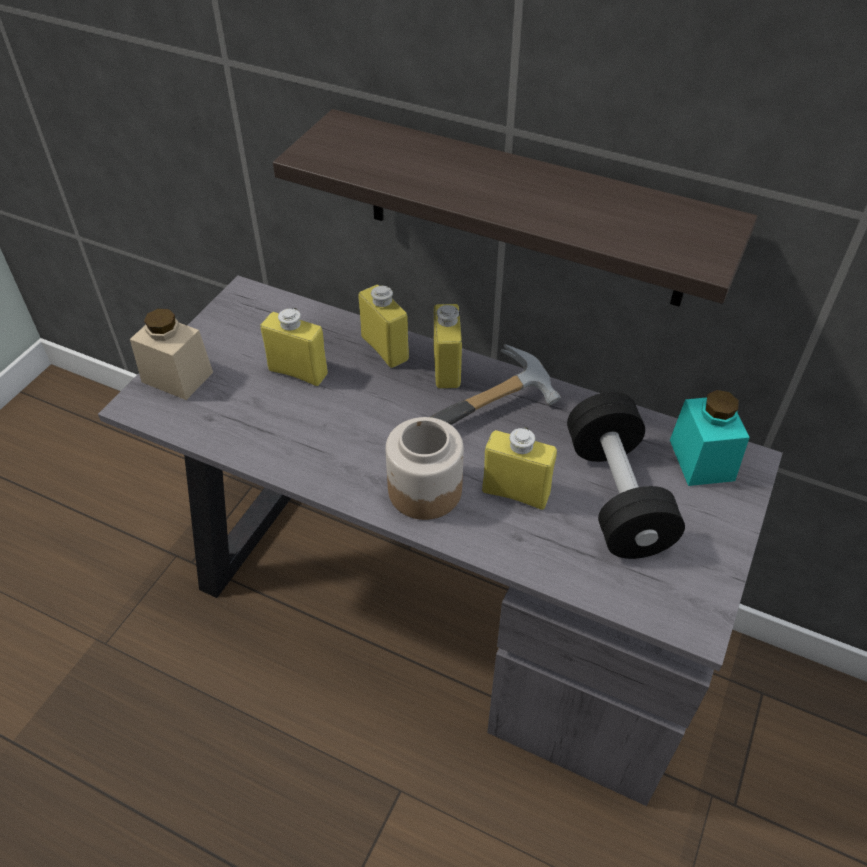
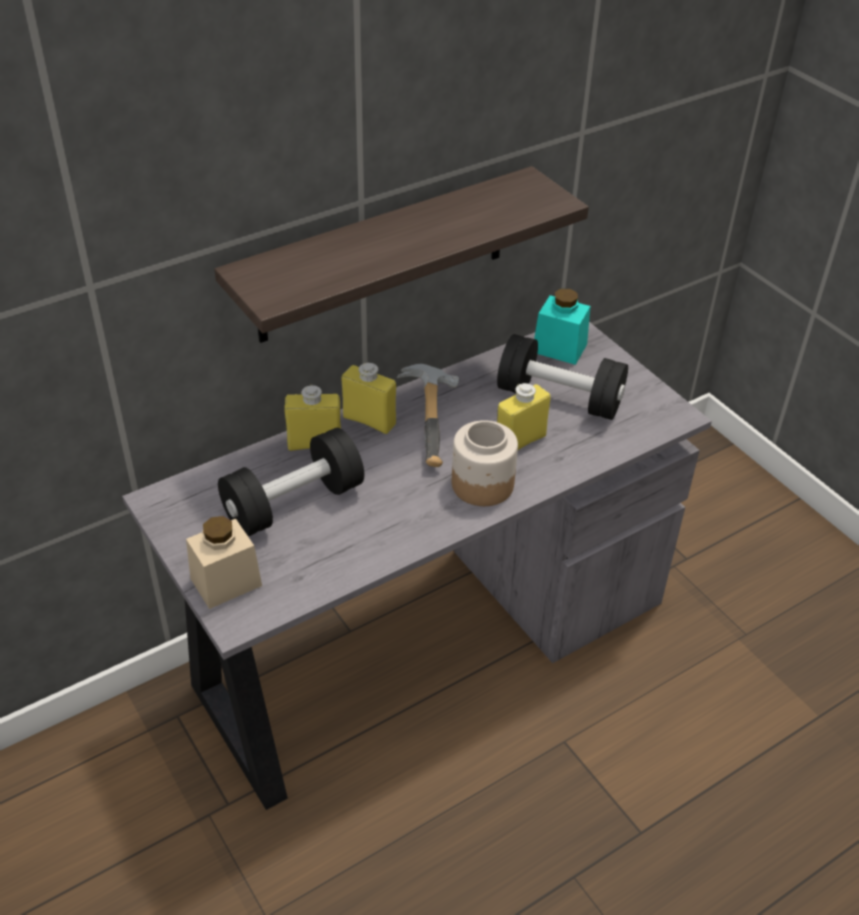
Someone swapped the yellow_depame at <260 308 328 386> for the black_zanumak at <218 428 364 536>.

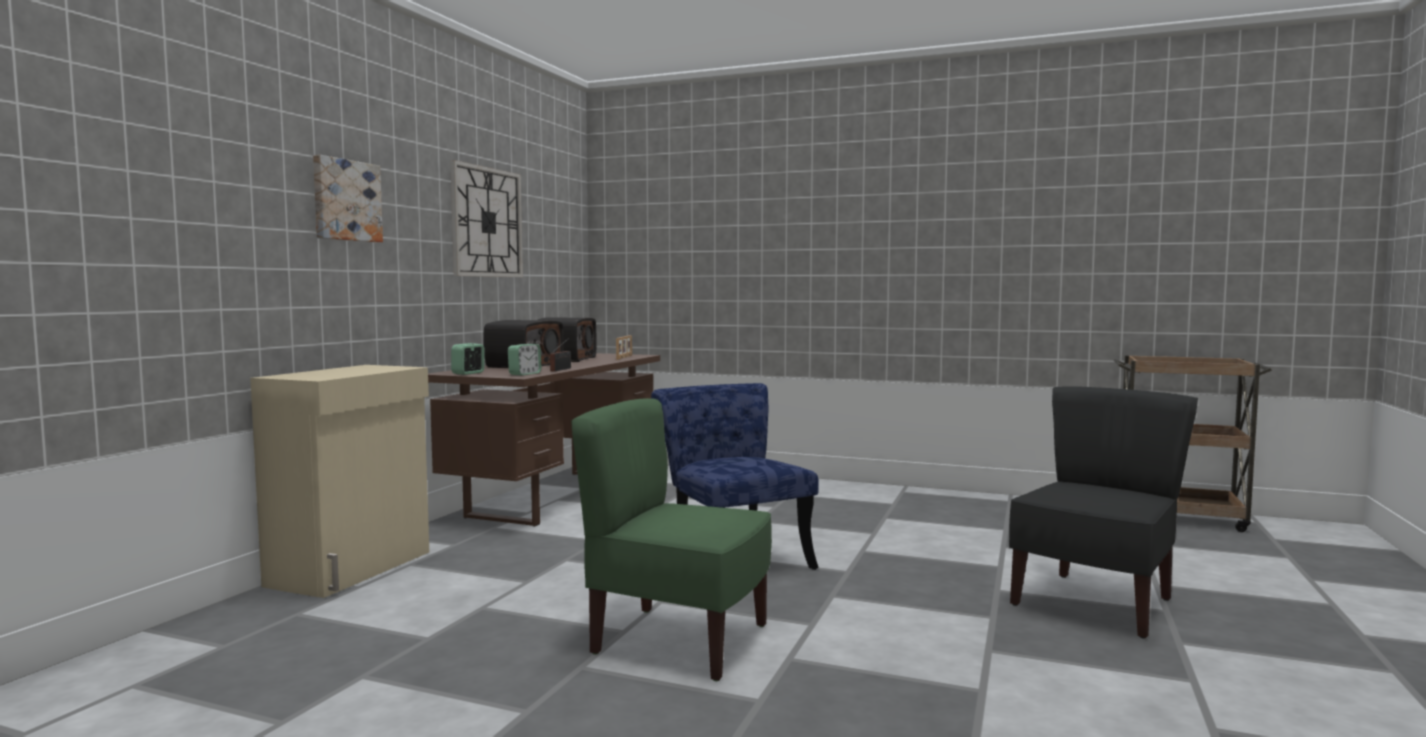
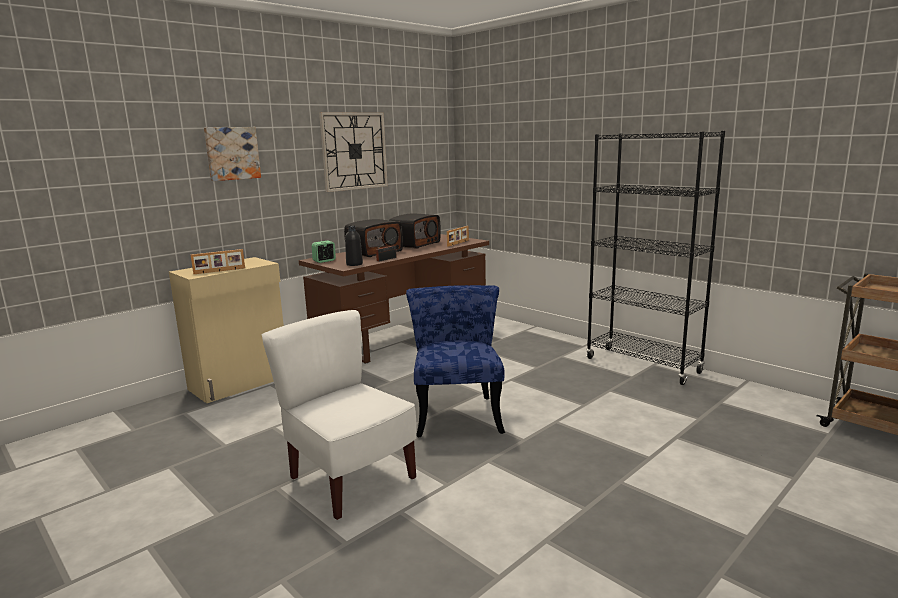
Someone put down the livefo at <191 249 245 274>.
Someone repainted the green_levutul at <571 398 772 681>, which became the white_levutul at <262 310 417 520>.
Someone swapped the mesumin at <508 344 541 375> for the black_depame at <345 226 363 266>.
Someone put down the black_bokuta at <586 131 725 385>.
Someone took away the black_levutul at <1009 387 1198 639>.

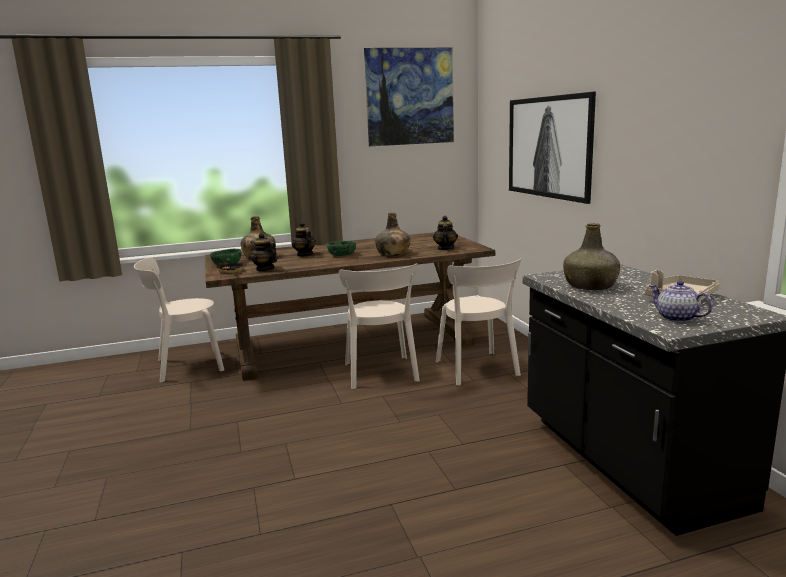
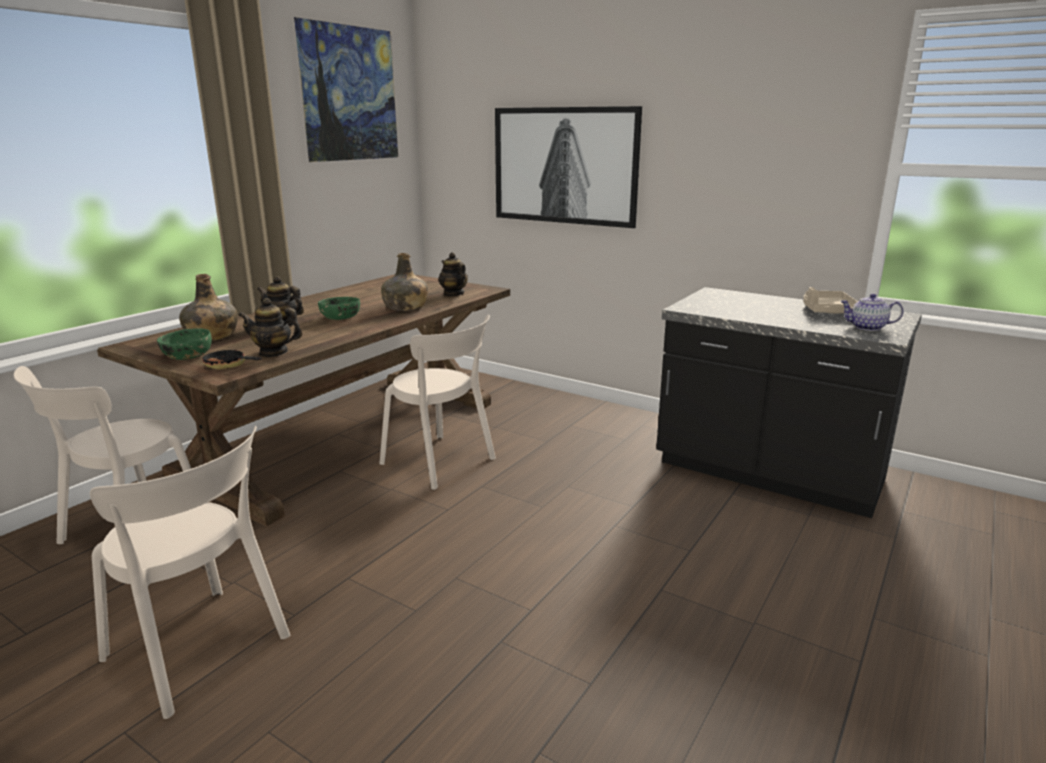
Someone carried the beige_levutul from <436 258 522 386> to <90 426 290 719>.
Someone took away the green_depame at <563 223 620 290>.

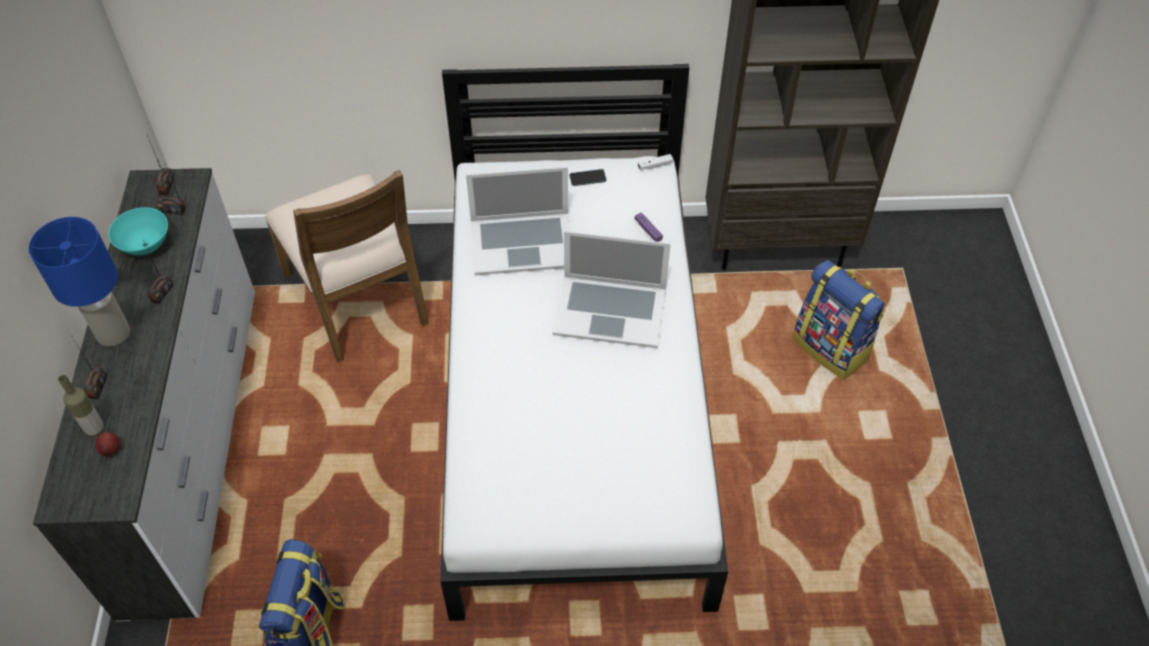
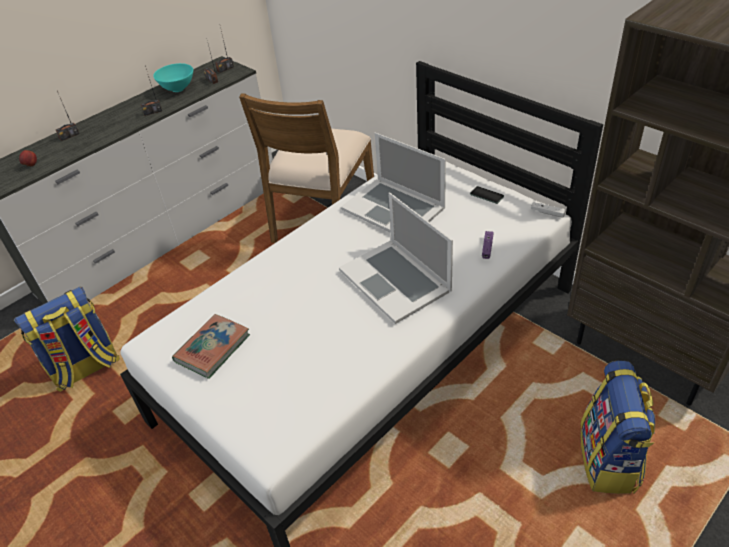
Someone put down the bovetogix at <172 314 250 379>.
Someone took away the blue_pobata at <29 217 130 347>.
Someone took away the depame at <58 375 104 437>.

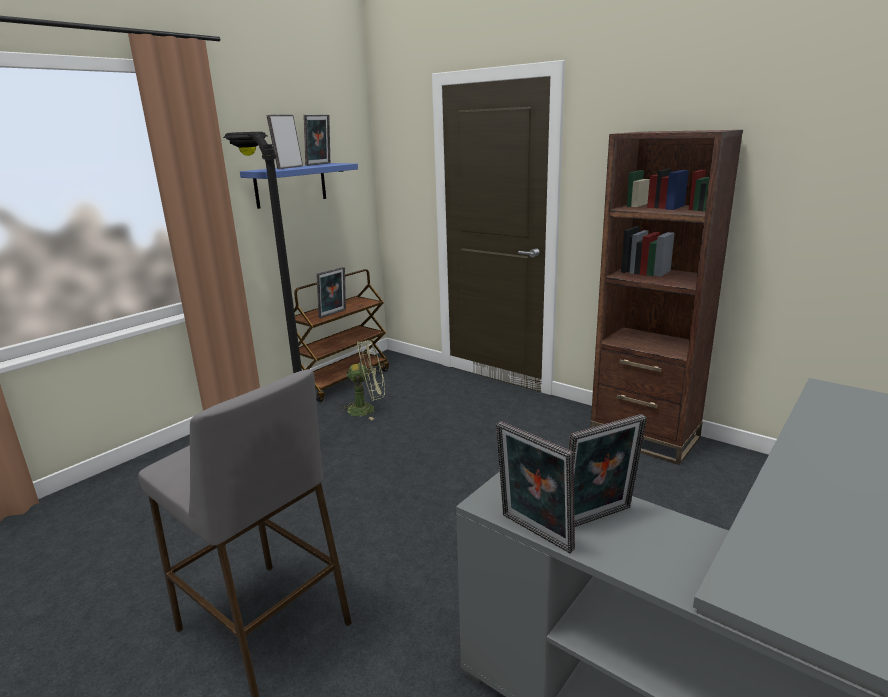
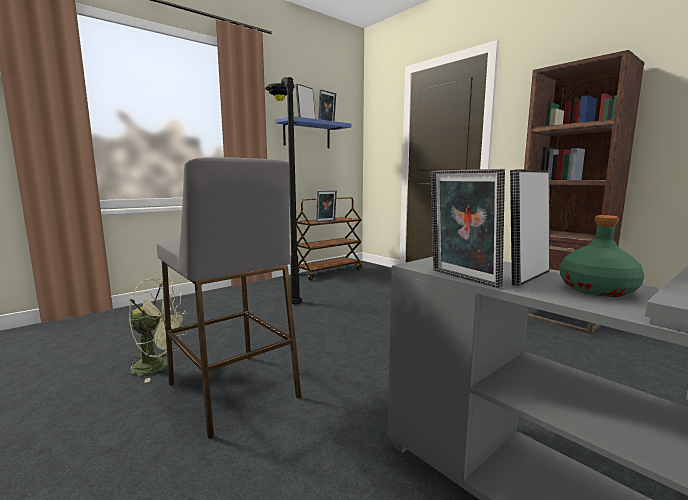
Someone carried the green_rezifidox from <339 340 385 420> to <128 278 188 383>.
Someone rotated the livefo at <568 414 647 527> by 150 degrees clockwise.
Someone put down the green_depame at <560 215 644 297>.

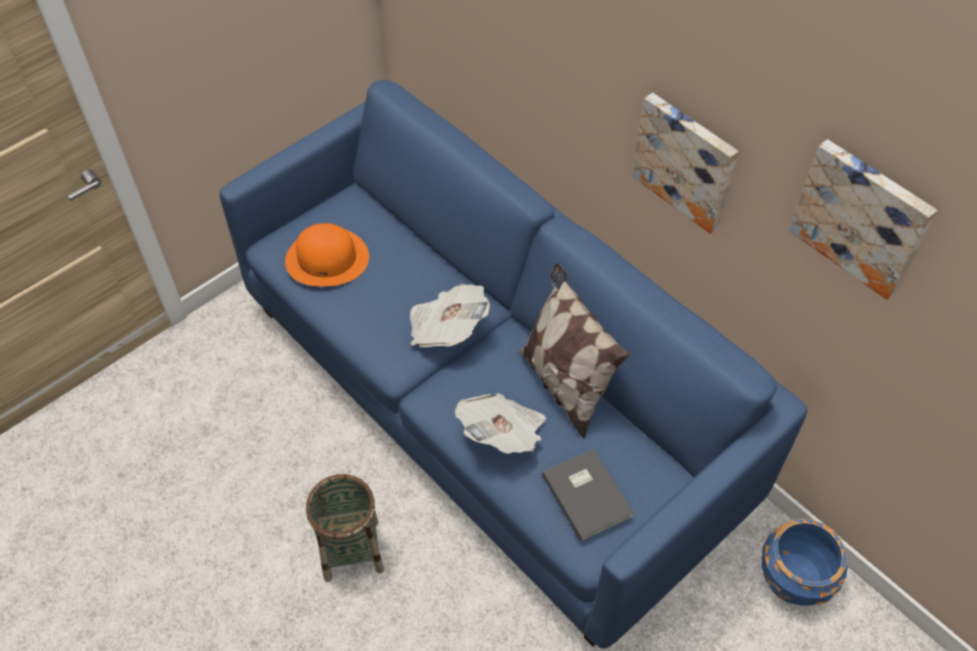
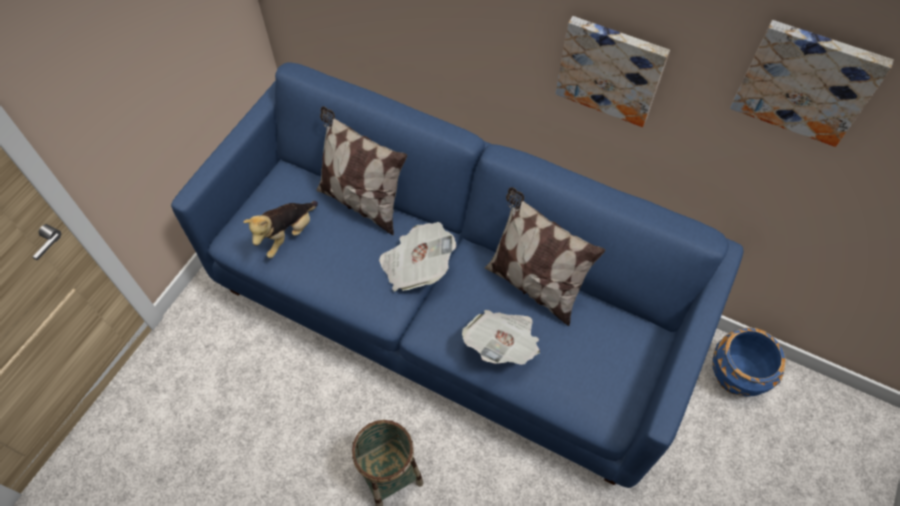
Someone swapped the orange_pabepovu at <285 223 369 287> for the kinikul at <243 201 318 258>.
Someone put down the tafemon at <316 106 407 236>.
Someone took away the grey_bovetogix at <542 449 634 542>.

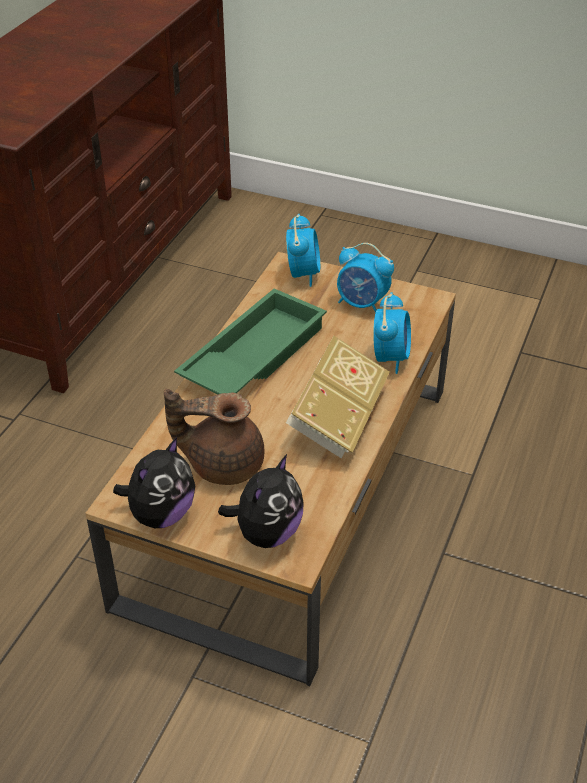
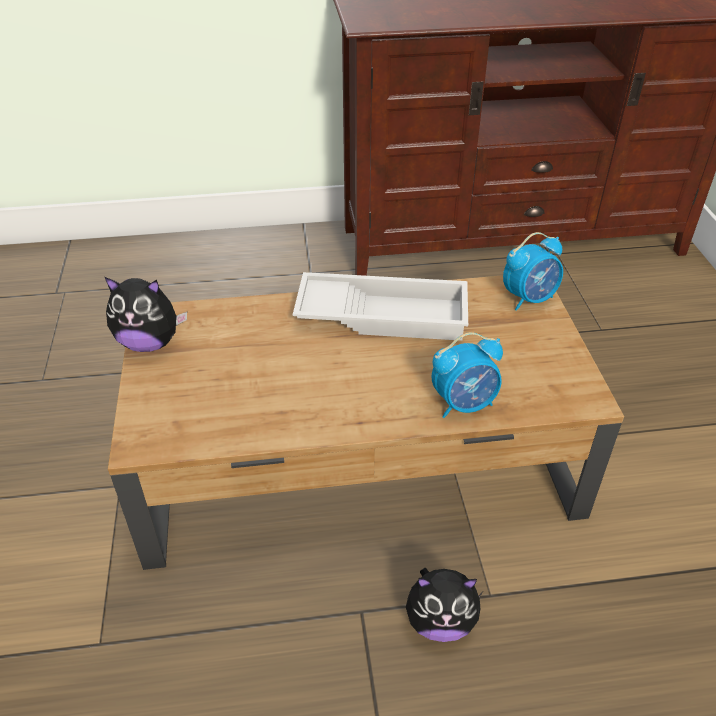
Someone repainted the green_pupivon at <174 289 327 395>, which became the white_pupivon at <293 272 468 341>.
Someone carried the kinikul from <218 454 304 548> to <406 568 483 642>.
Someone took away the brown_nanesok at <164 389 265 485>.
Someone took away the bovetogix at <286 336 389 458>.
Someone took away the mesumin at <337 243 394 313>.

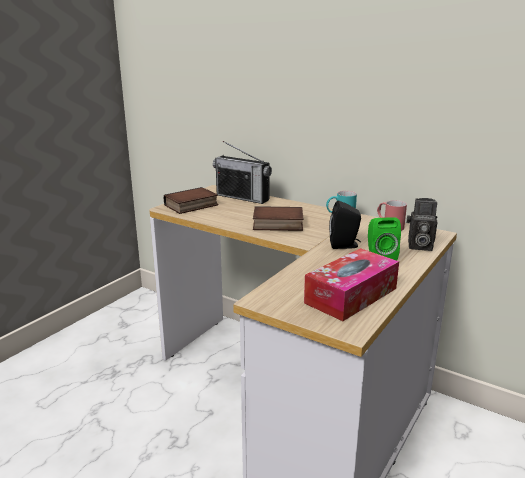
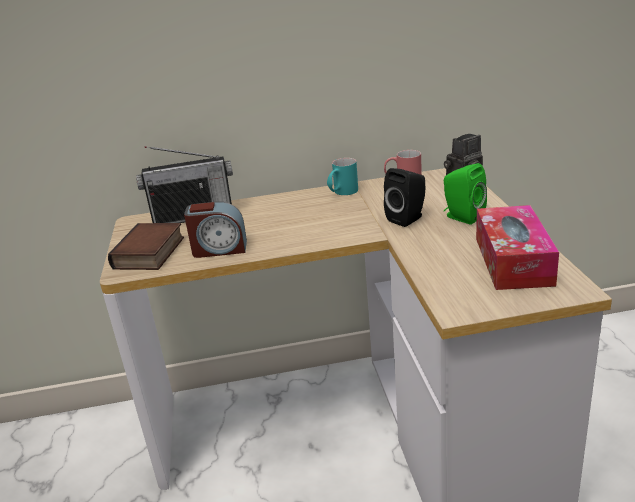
Someone put down the mesumin at <184 201 247 258>.
Someone took away the bovetogix at <253 206 303 231>.

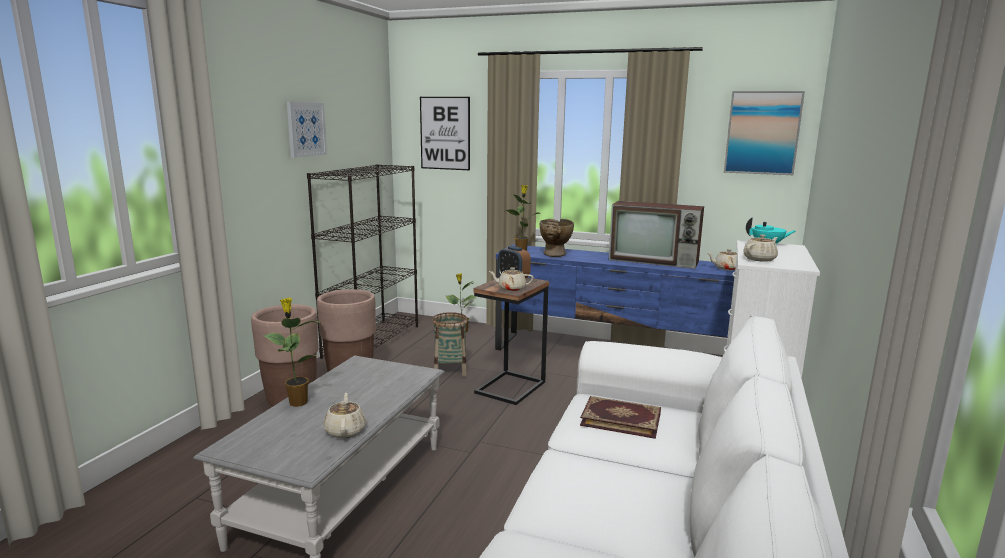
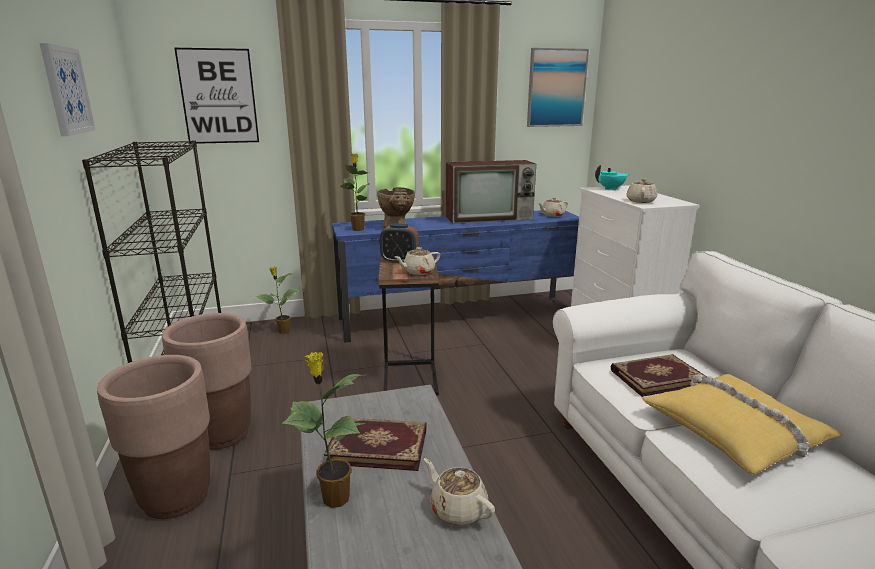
Someone put down the bovetogix at <324 417 427 471>.
Someone put down the yellow_tafemon at <642 374 843 475>.
Someone took away the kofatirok at <432 312 468 377>.

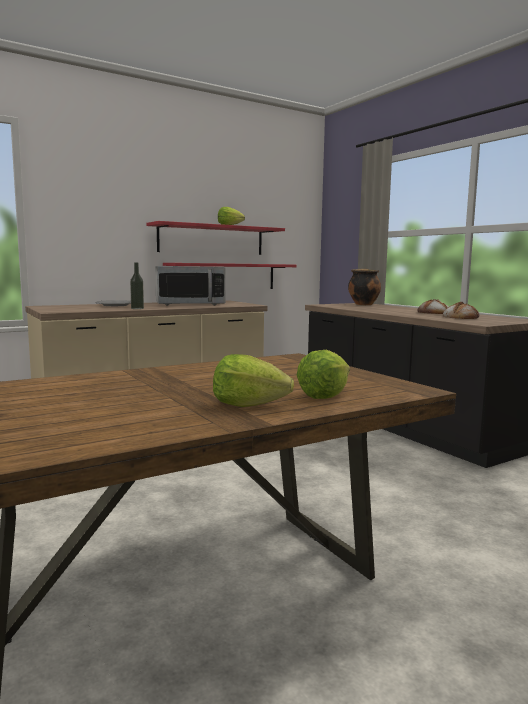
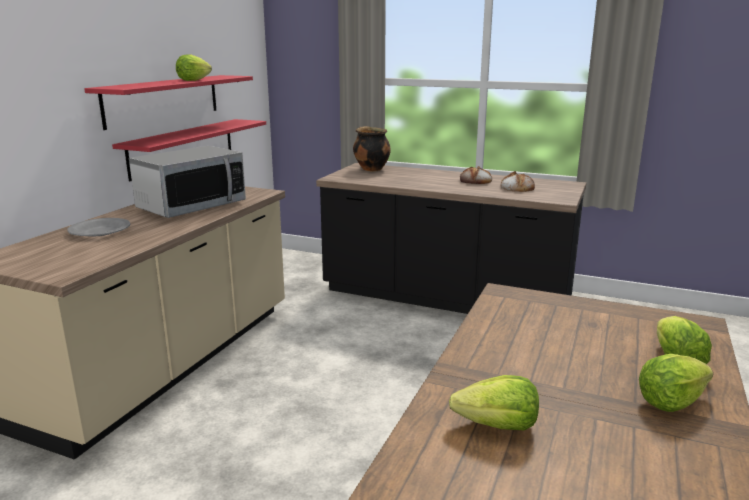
Someone put down the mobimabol at <449 375 539 431>.
Someone took away the depame at <130 262 144 309>.

